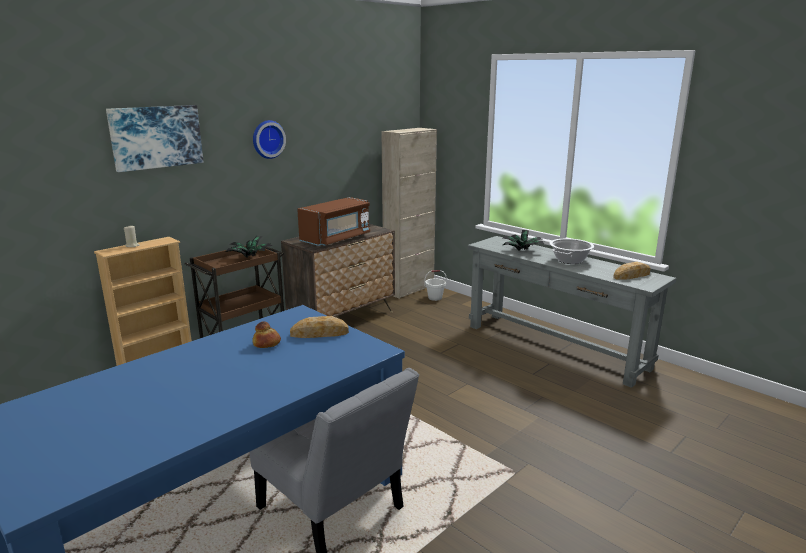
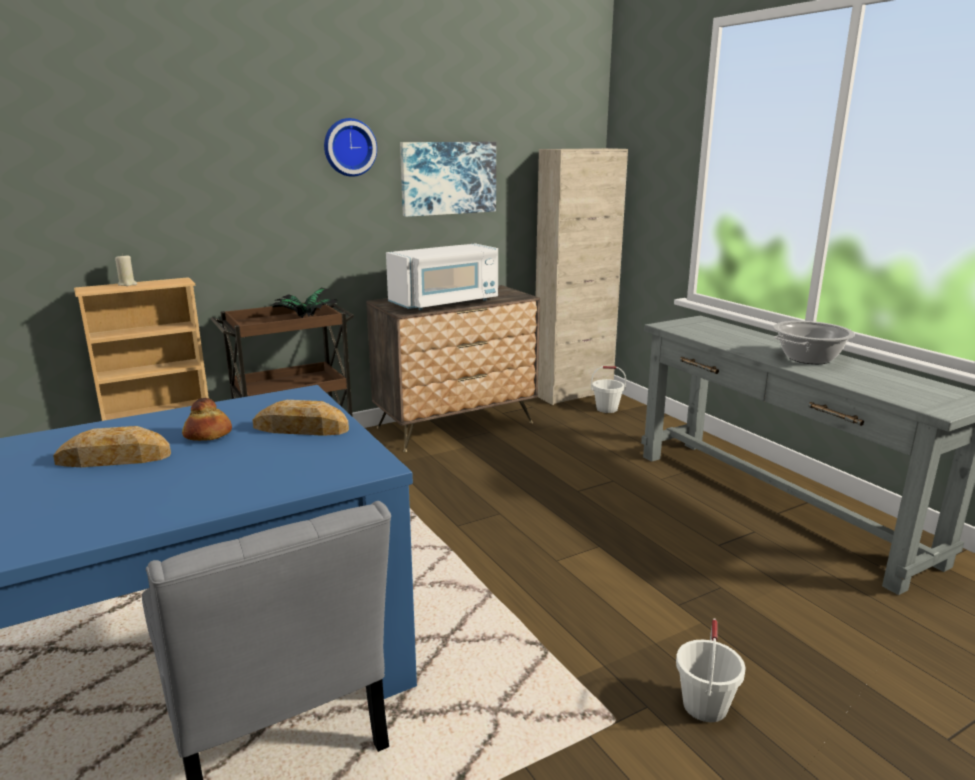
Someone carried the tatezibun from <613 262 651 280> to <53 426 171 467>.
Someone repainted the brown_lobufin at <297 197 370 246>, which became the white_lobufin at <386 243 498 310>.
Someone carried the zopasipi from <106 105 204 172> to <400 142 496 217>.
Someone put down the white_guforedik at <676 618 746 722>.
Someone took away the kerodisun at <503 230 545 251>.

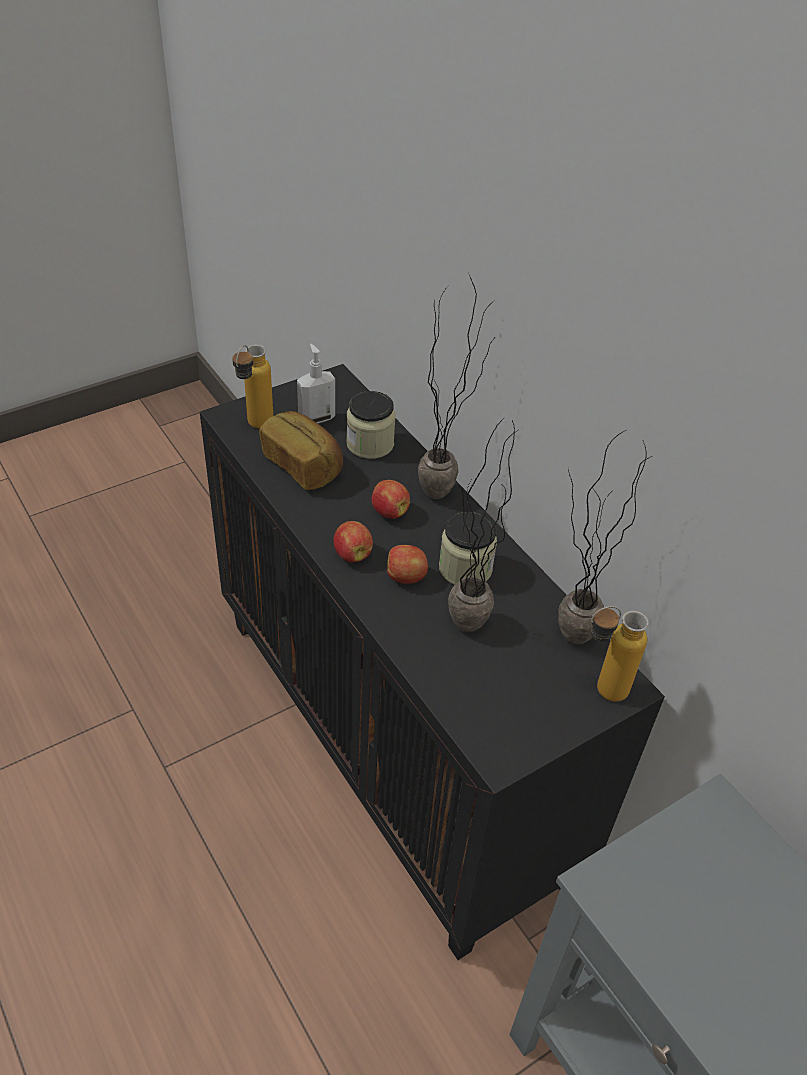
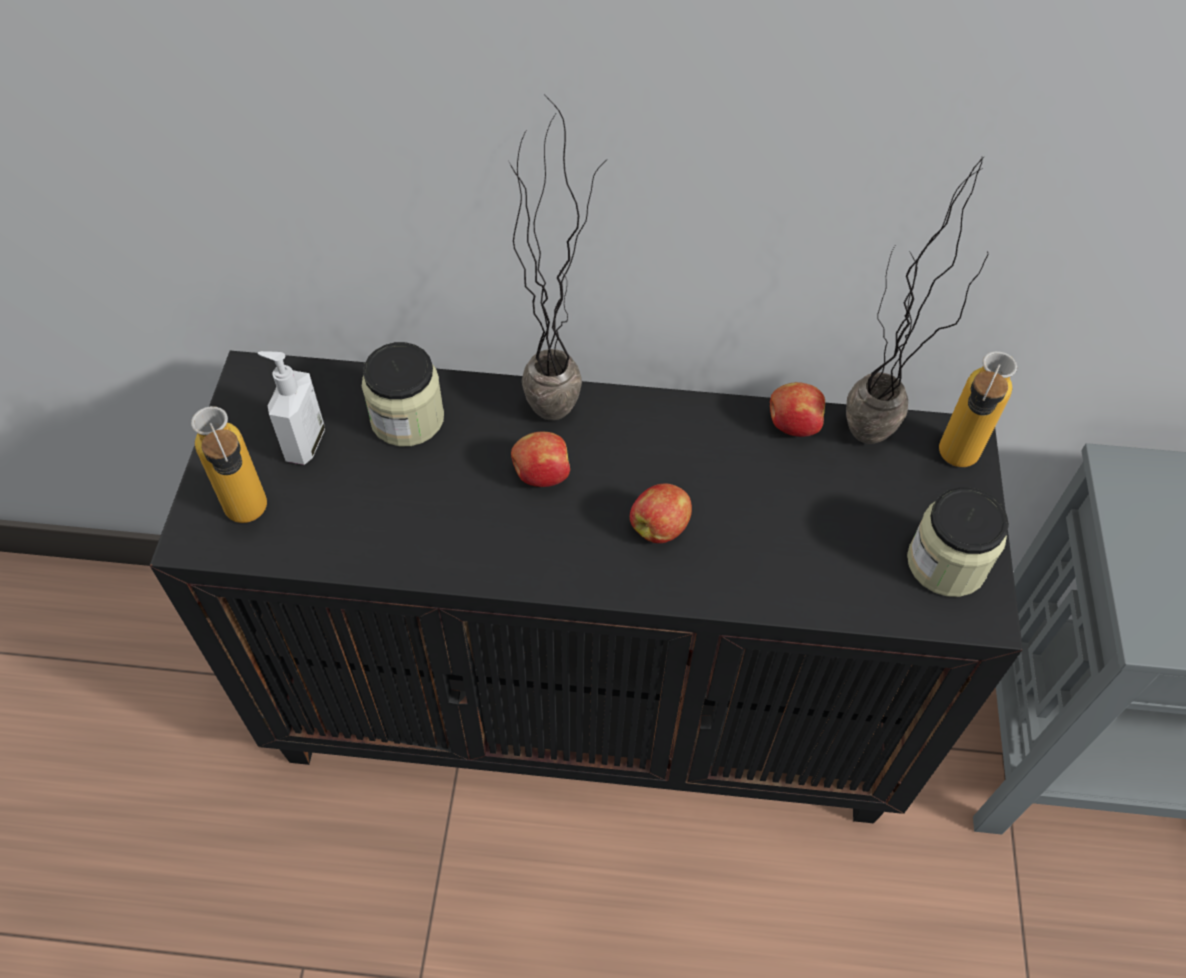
Someone carried the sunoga from <333 521 373 563> to <770 382 825 437>.
Someone carried the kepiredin from <439 512 497 585> to <907 487 1009 597>.
Someone took away the tatezibun at <259 411 343 490>.
Someone took away the kerodisun at <448 418 520 632>.

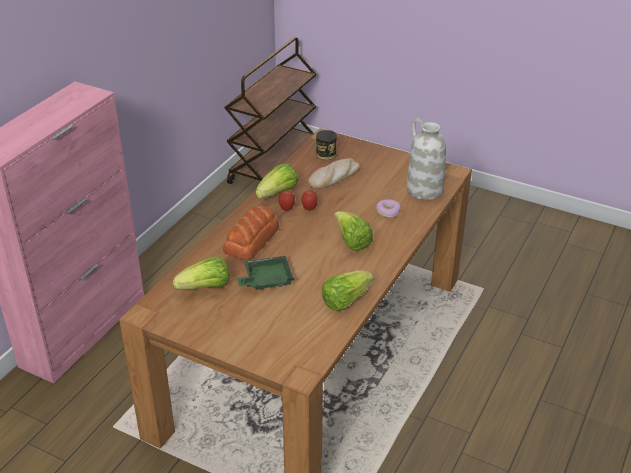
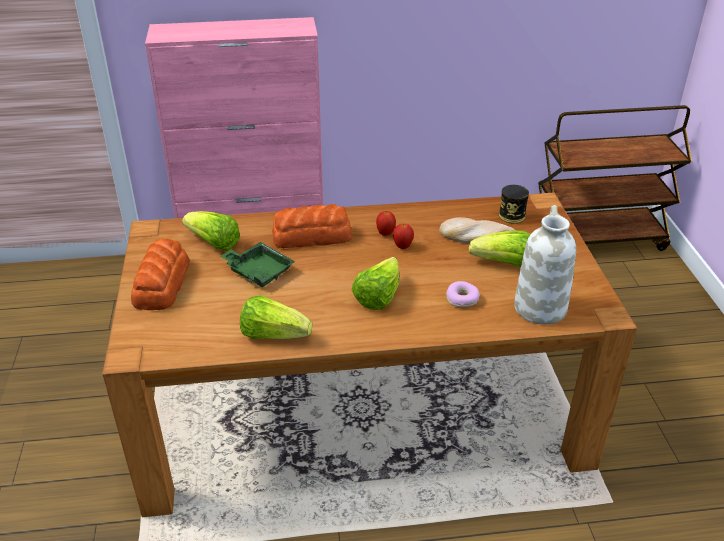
Someone put down the tatezibun at <131 238 190 310>.
Someone carried the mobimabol from <256 164 298 199> to <469 231 531 267>.

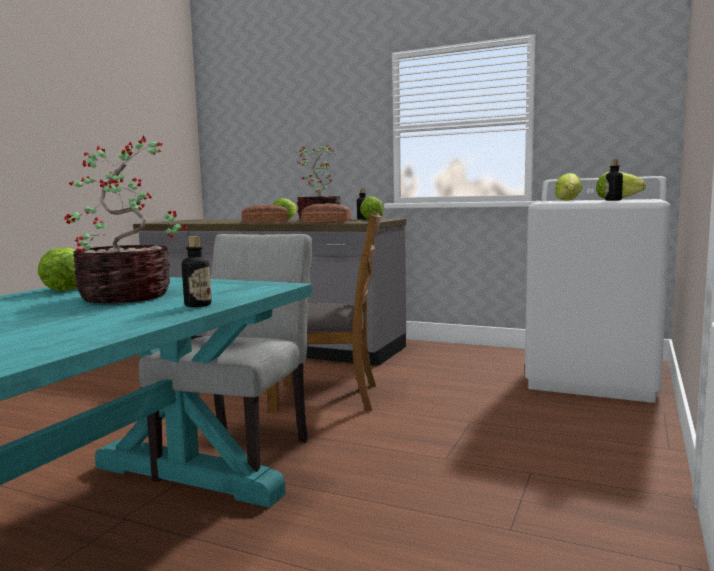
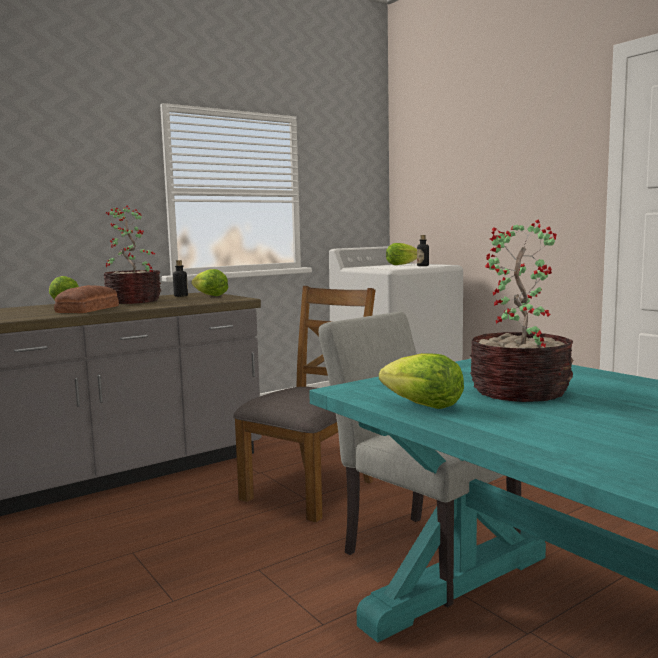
Someone took away the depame at <182 236 212 307>.
Someone took away the tatezibun at <301 203 351 223>.
Someone took away the mobimabol at <555 173 582 201>.

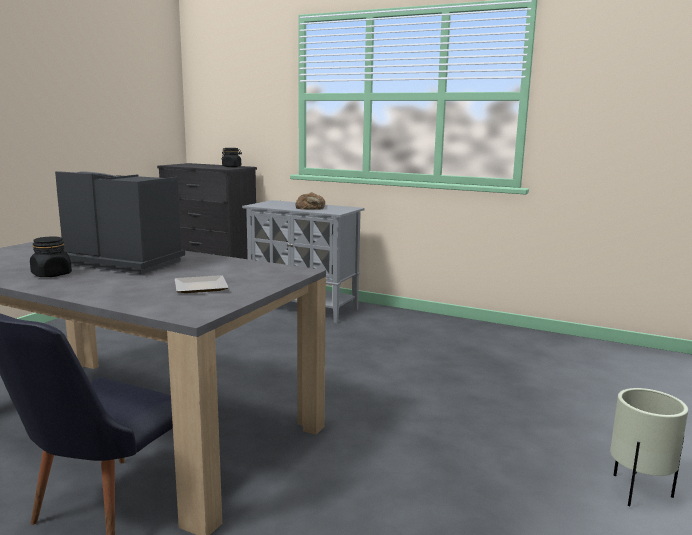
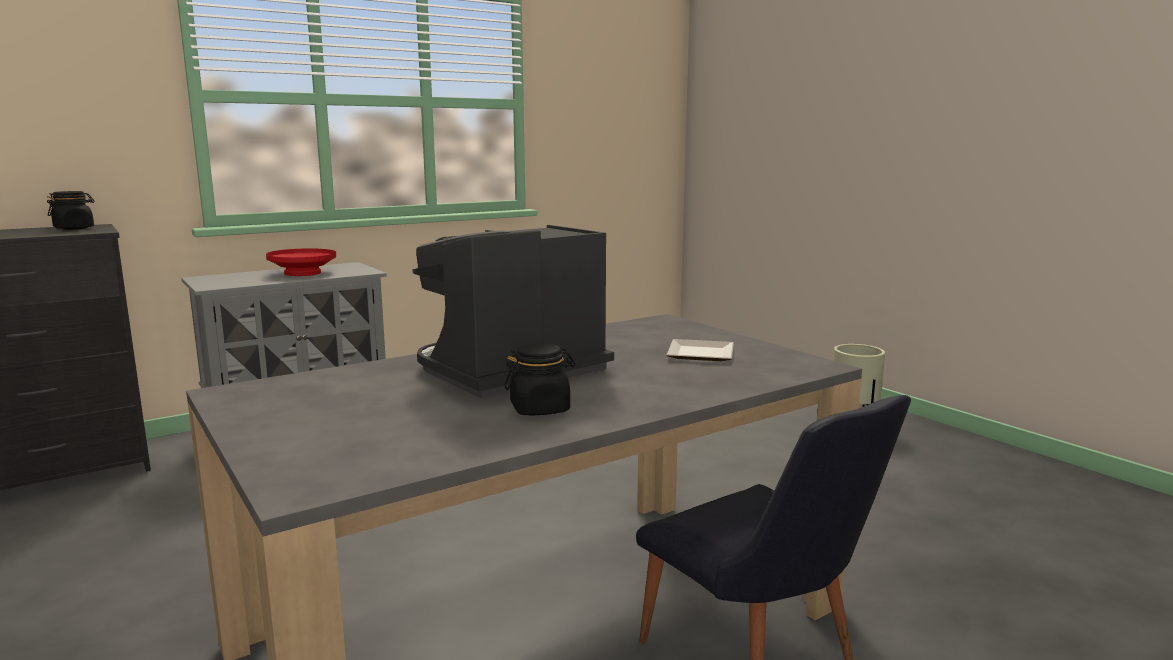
Someone swapped the tatezibun at <295 193 325 210> for the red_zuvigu at <266 248 336 276>.

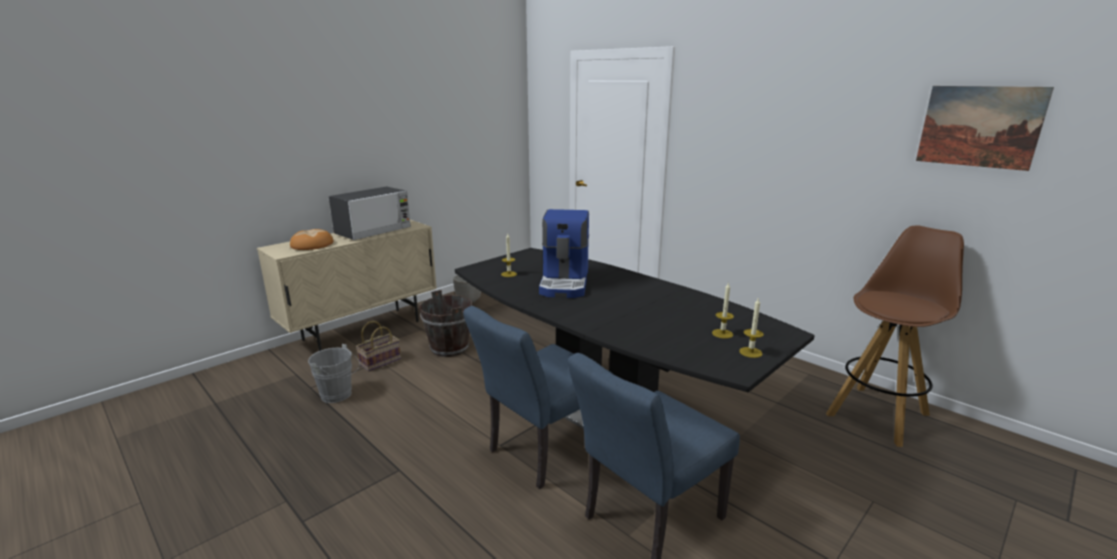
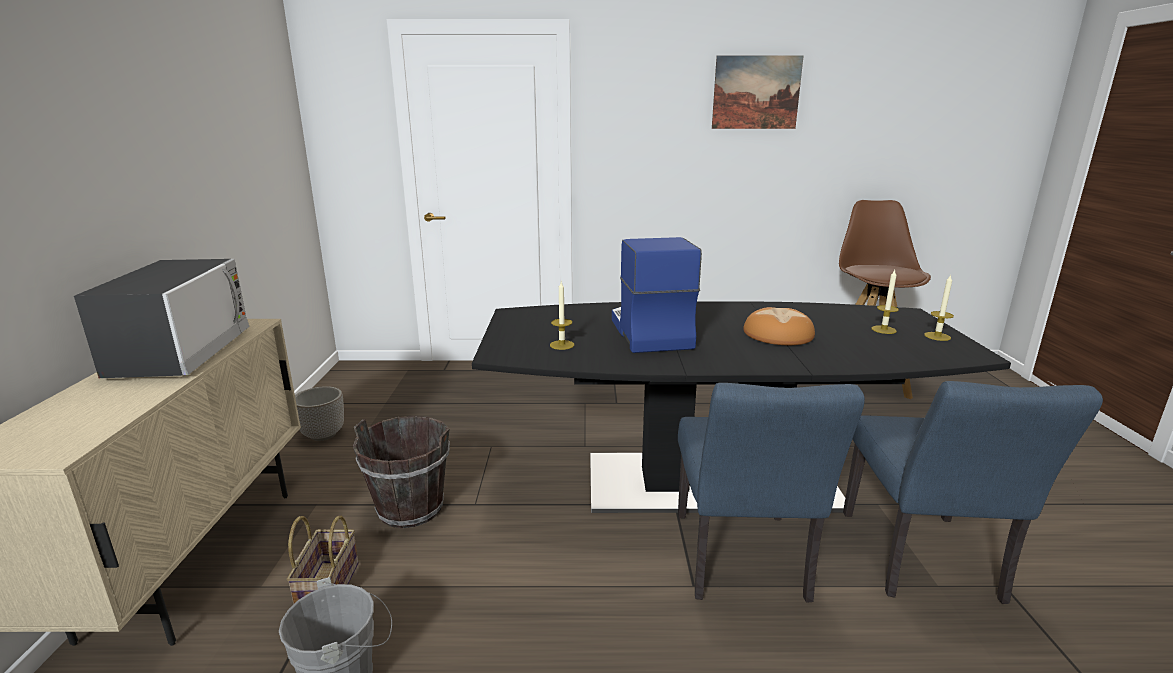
Someone rotated the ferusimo at <539 209 589 298> by 150 degrees counterclockwise.
Someone carried the zopasipi from <916 86 1054 171> to <712 56 804 129>.
Someone carried the tatezibun from <290 229 334 250> to <743 307 815 345>.

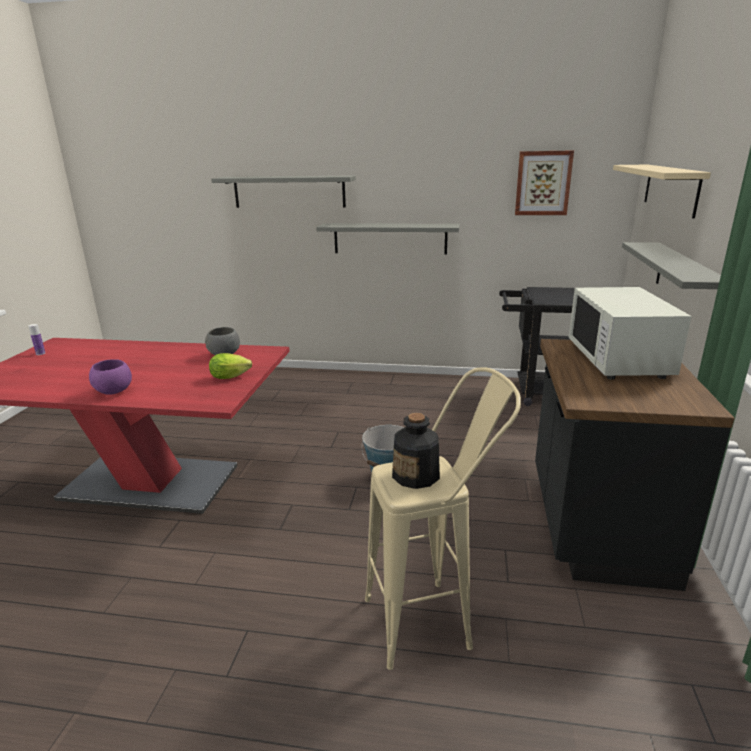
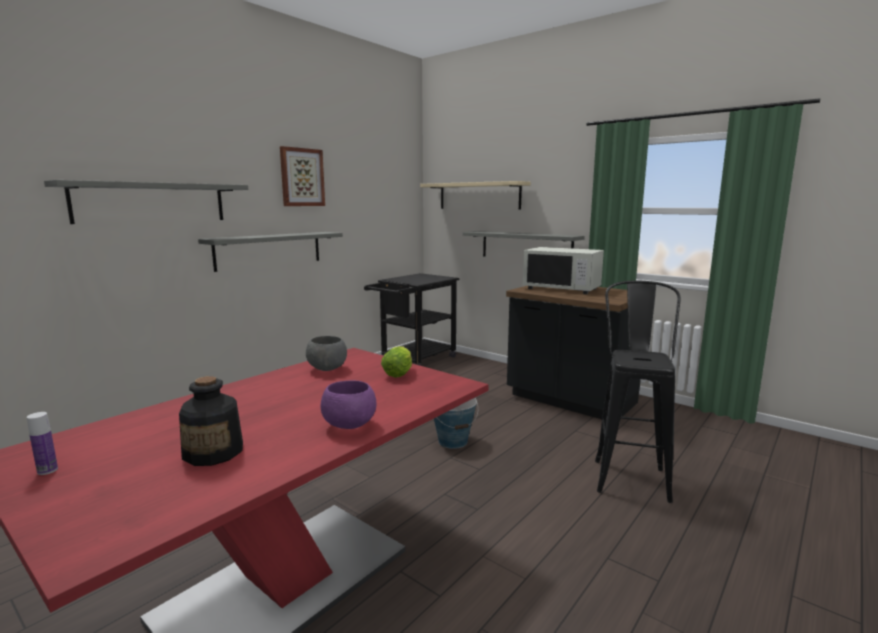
Someone carried the depame from <392 413 440 489> to <179 376 243 466>.
Someone carried the zopasipi from <515 150 574 215> to <280 146 325 206>.
Someone repainted the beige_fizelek at <365 367 521 670>, which became the black_fizelek at <595 281 681 503>.

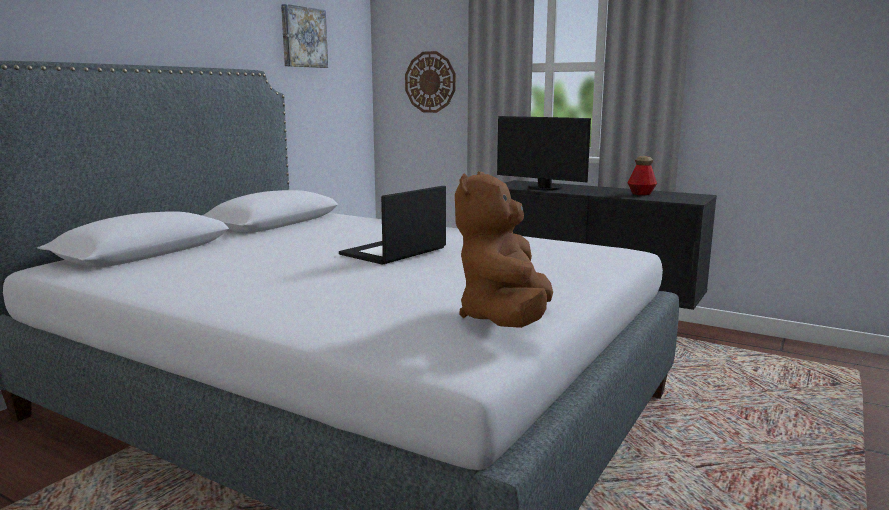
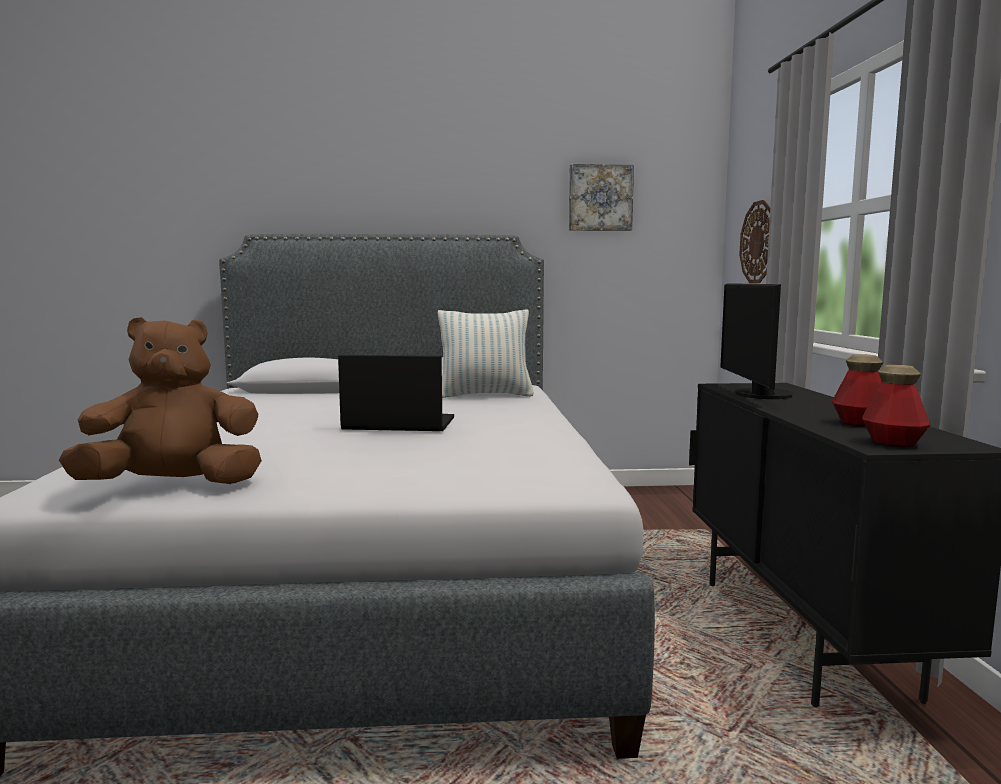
Someone put down the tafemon at <438 309 534 398>.
Someone put down the depame at <862 364 930 447>.

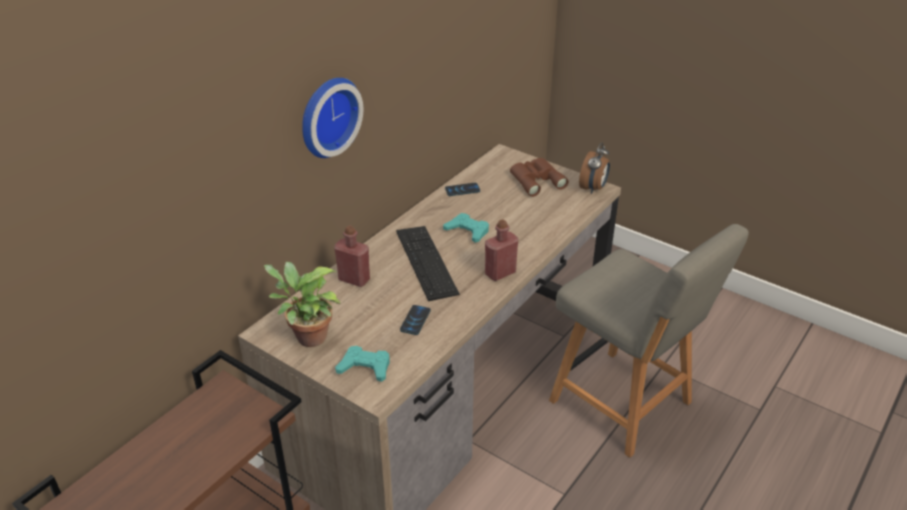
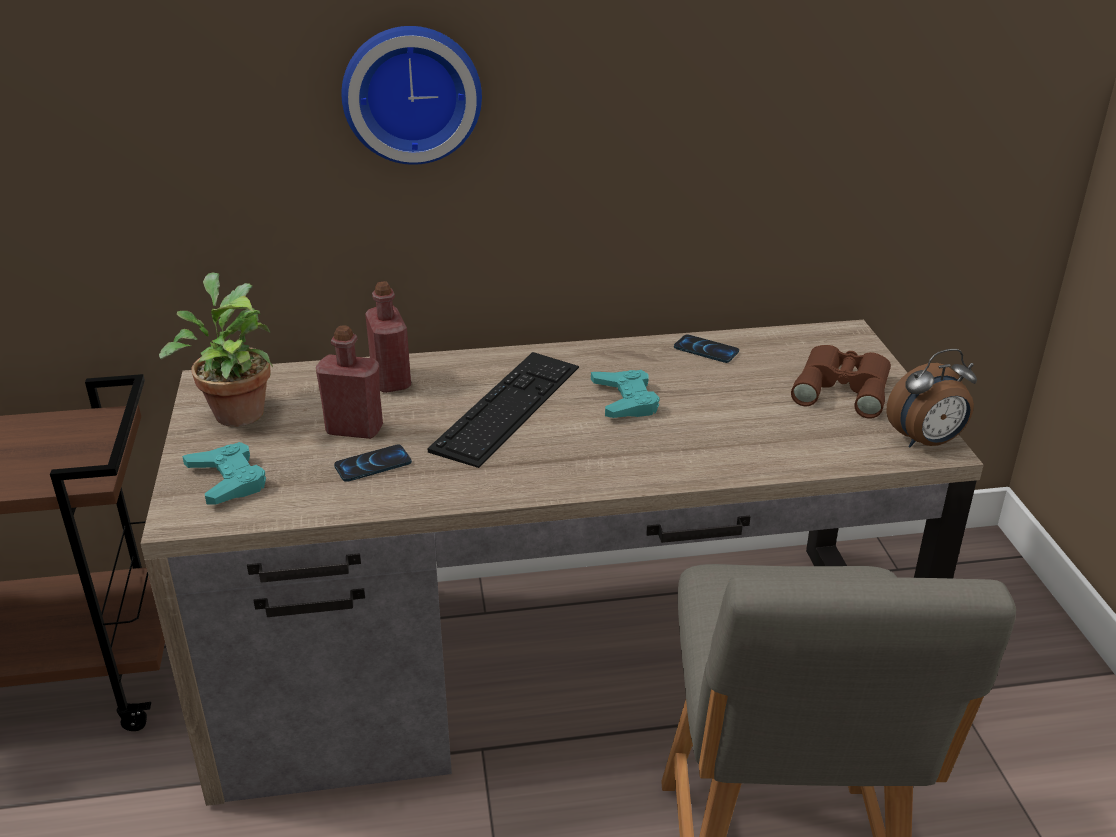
Someone carried the red_depame from <485 220 518 281> to <316 325 383 439>.

